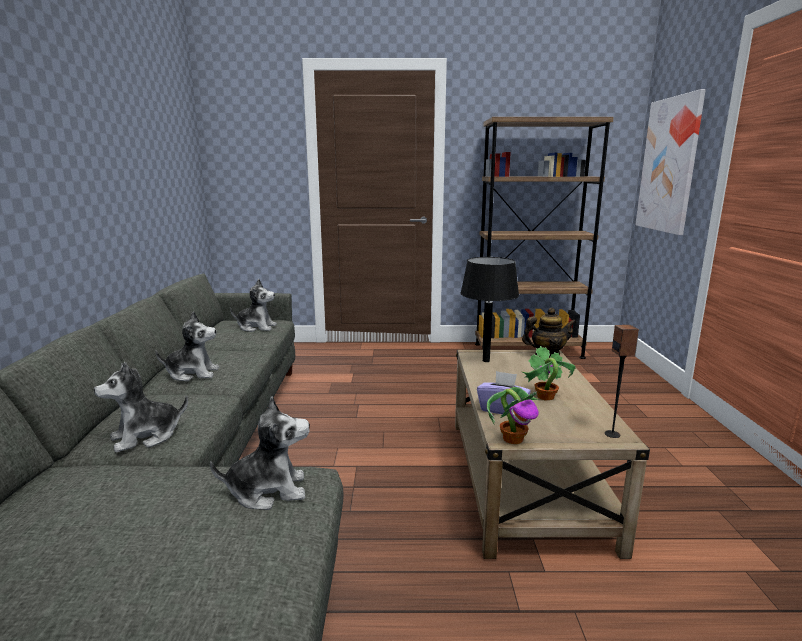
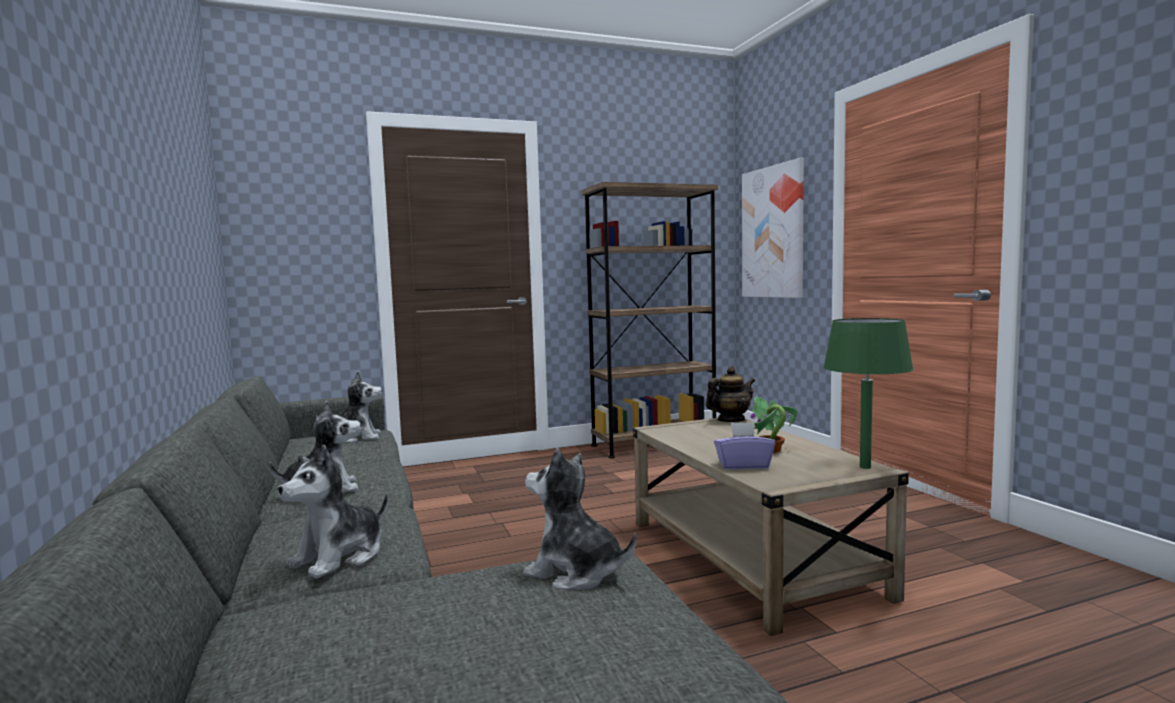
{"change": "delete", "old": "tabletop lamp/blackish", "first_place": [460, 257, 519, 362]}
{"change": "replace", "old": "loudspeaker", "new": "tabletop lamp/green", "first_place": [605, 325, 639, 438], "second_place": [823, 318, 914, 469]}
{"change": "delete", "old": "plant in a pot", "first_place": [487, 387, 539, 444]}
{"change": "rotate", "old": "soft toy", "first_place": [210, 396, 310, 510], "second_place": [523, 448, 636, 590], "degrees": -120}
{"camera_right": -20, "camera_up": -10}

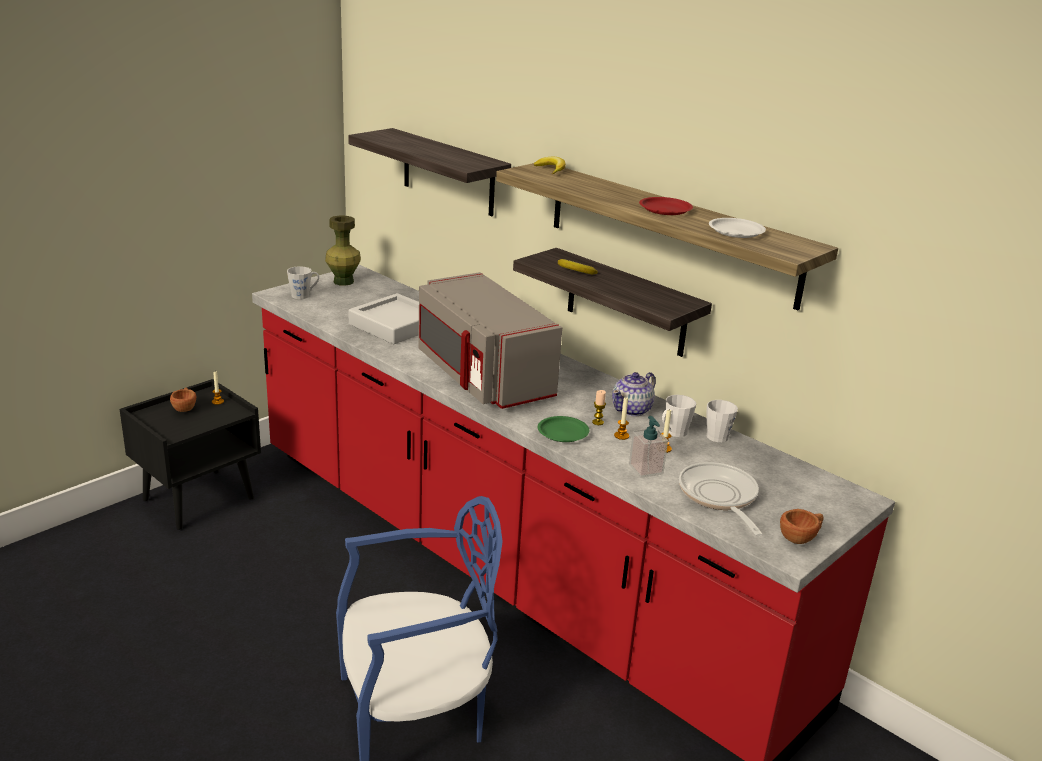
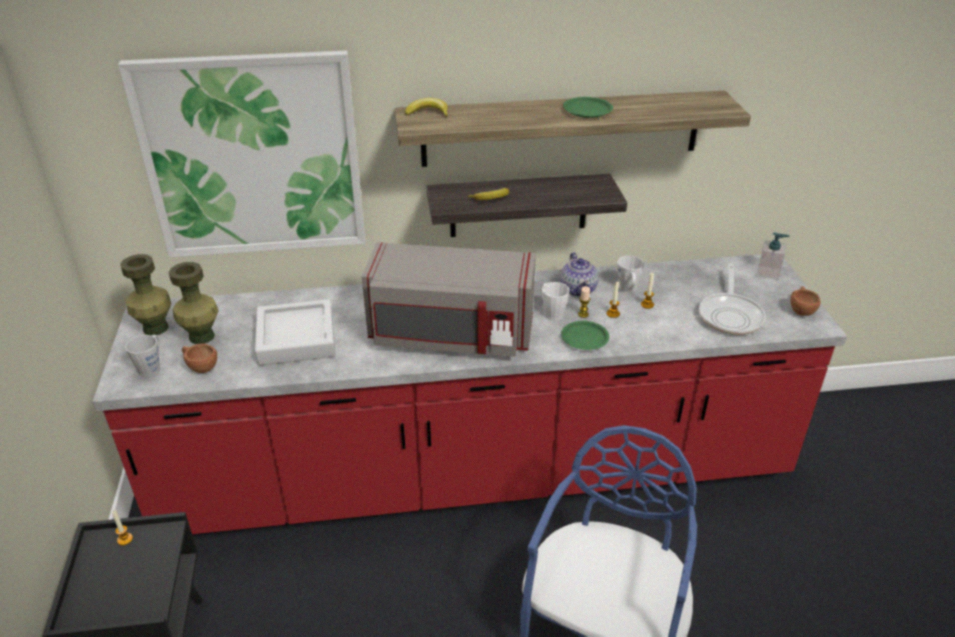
{"change": "replace", "old": "shelf", "new": "wall art", "first_place": [348, 128, 511, 216], "second_place": [118, 50, 366, 258]}
{"change": "recolor", "old": "plate/red", "new": "plate/green", "first_place": [639, 197, 693, 215], "second_place": [563, 97, 613, 118]}
{"change": "delete", "old": "plate/whitish", "first_place": [709, 218, 766, 238]}
{"change": "move", "old": "cup/brown-coloured", "first_place": [170, 387, 196, 412], "second_place": [182, 344, 217, 373]}
{"change": "move", "old": "mug/whitish", "first_place": [706, 400, 738, 442], "second_place": [541, 282, 570, 321]}
{"change": "move", "old": "soap dispenser", "first_place": [629, 416, 668, 478], "second_place": [757, 232, 789, 280]}
{"change": "rotate", "old": "pan", "first_place": [679, 462, 763, 536], "second_place": [699, 264, 766, 335], "degrees": -105}
{"change": "insert", "new": "vase/green", "second_place": [169, 262, 219, 344]}
{"camera_right": -50, "camera_up": 10}

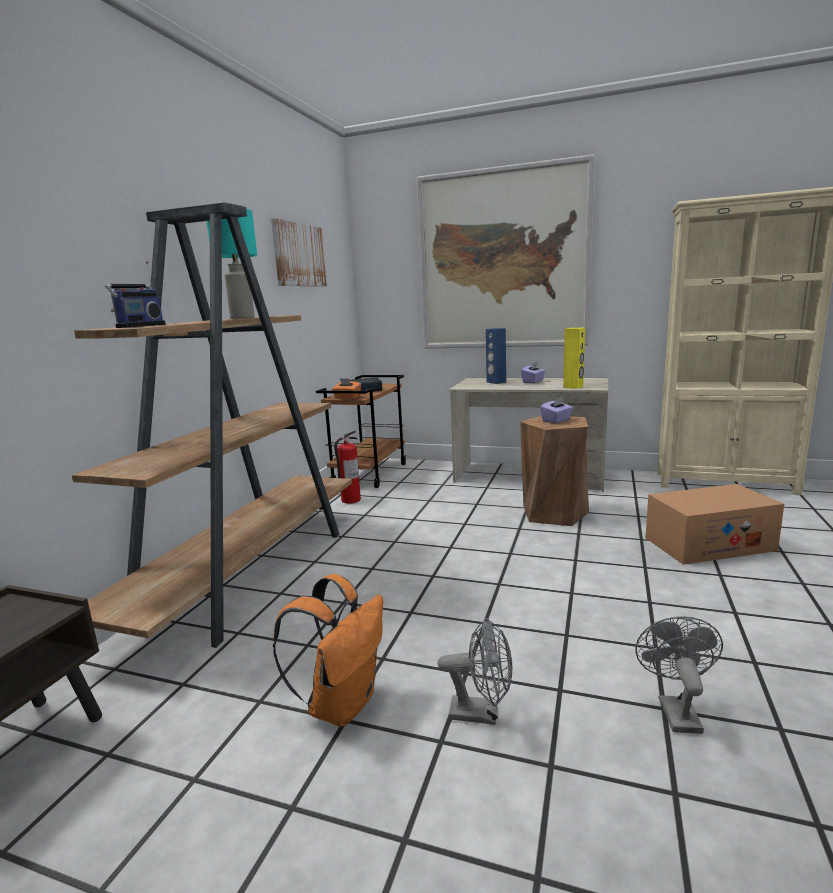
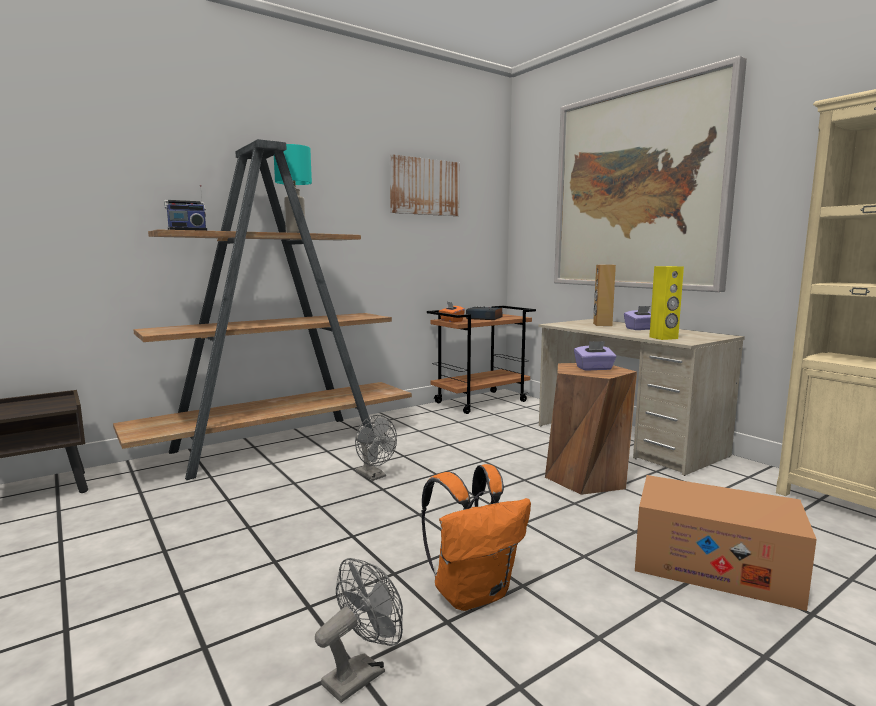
{"change": "recolor", "old": "loudspeaker/blue-coloured", "new": "loudspeaker/brown-coloured", "first_place": [486, 328, 506, 384], "second_place": [593, 264, 616, 326]}
{"change": "delete", "old": "fire-fighting cylinder", "first_place": [334, 430, 361, 504]}
{"change": "move", "old": "rucksack/orange-coloured", "first_place": [273, 574, 383, 727], "second_place": [422, 464, 531, 611]}
{"change": "move", "old": "fan/grey", "first_place": [438, 618, 512, 725], "second_place": [355, 415, 397, 481]}
{"camera_right": 35, "camera_up": -5}

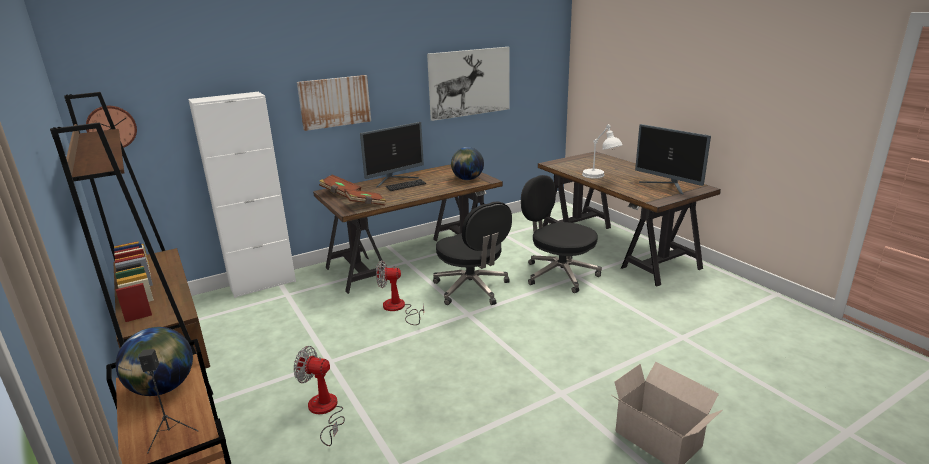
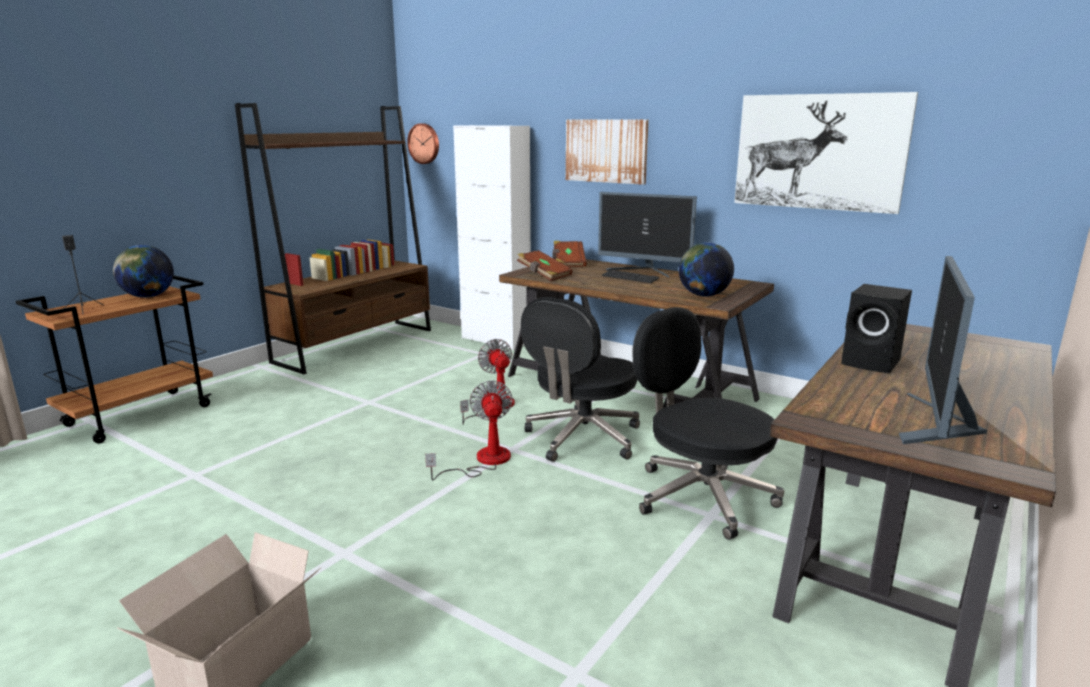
{"change": "replace", "old": "tabletop lamp/whitish", "new": "loudspeaker/blackish", "first_place": [582, 124, 622, 179], "second_place": [841, 284, 912, 373]}
{"change": "rotate", "old": "desk chair/blackish", "first_place": [521, 175, 602, 293], "second_place": [633, 307, 784, 540], "degrees": -60}
{"change": "move", "old": "fan", "first_place": [294, 346, 345, 446], "second_place": [425, 380, 513, 480]}
{"camera_right": 65, "camera_up": -5}

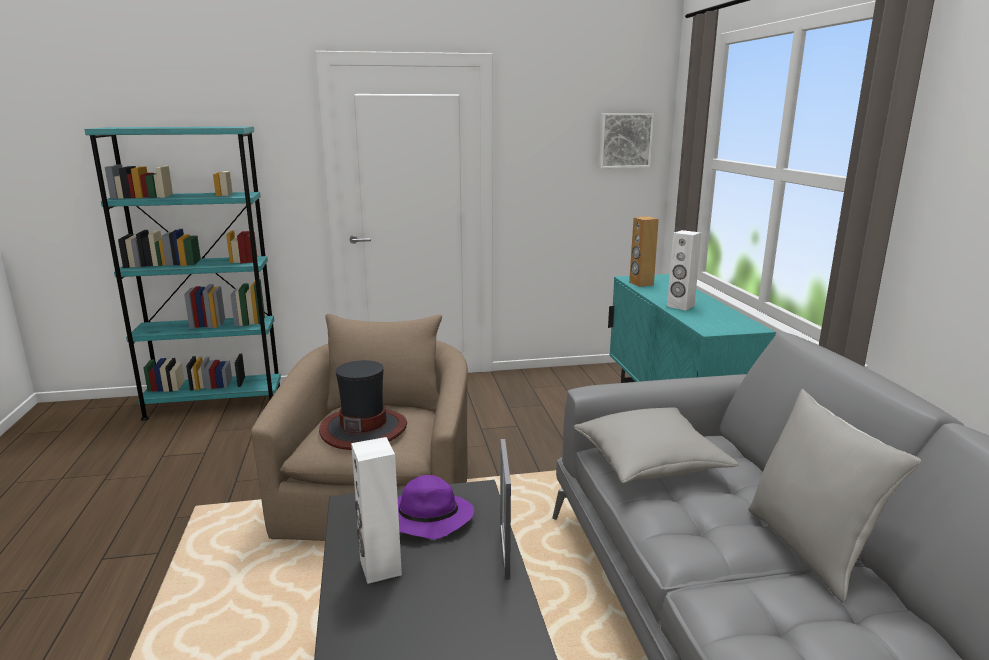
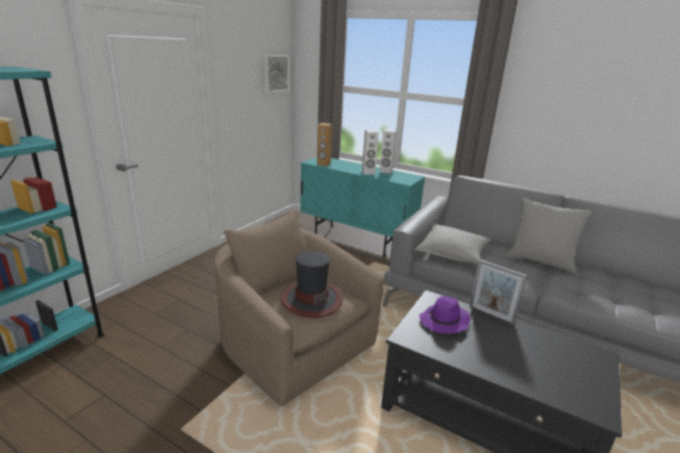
{"change": "move", "old": "loudspeaker/whitish", "first_place": [351, 437, 402, 584], "second_place": [379, 129, 397, 174]}
{"camera_right": -50, "camera_up": 5}

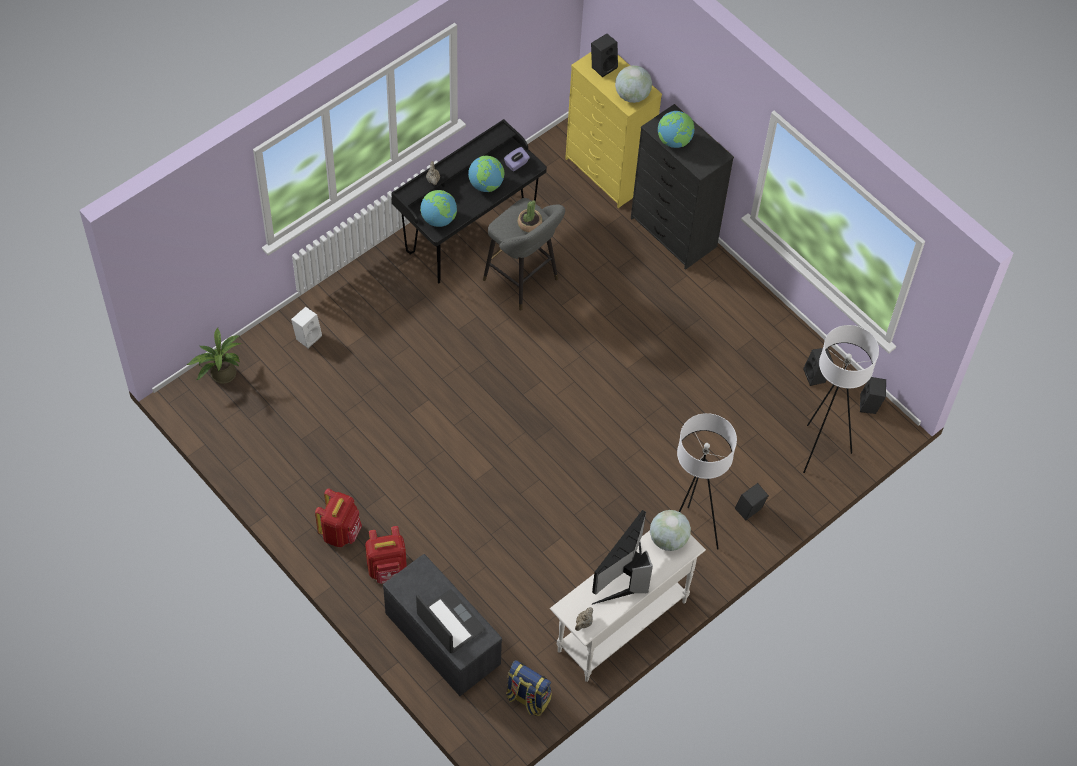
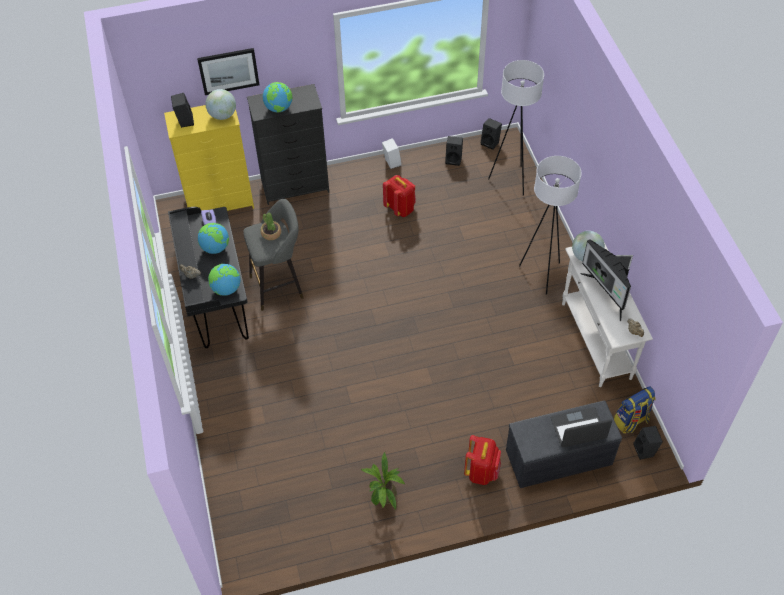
{"change": "move", "old": "loudspeaker/whitish", "first_place": [291, 307, 322, 348], "second_place": [382, 138, 402, 169]}
{"change": "move", "old": "plant in a pot", "first_place": [186, 328, 242, 384], "second_place": [361, 452, 405, 510]}
{"change": "move", "old": "loudspeaker/blackish", "first_place": [735, 483, 769, 521], "second_place": [633, 426, 663, 460]}
{"change": "move", "old": "rucksack/red", "first_place": [315, 489, 362, 547], "second_place": [383, 175, 416, 217]}
{"change": "insert", "new": "wall art", "second_place": [197, 48, 259, 95]}
{"camera_right": -60, "camera_up": -5}

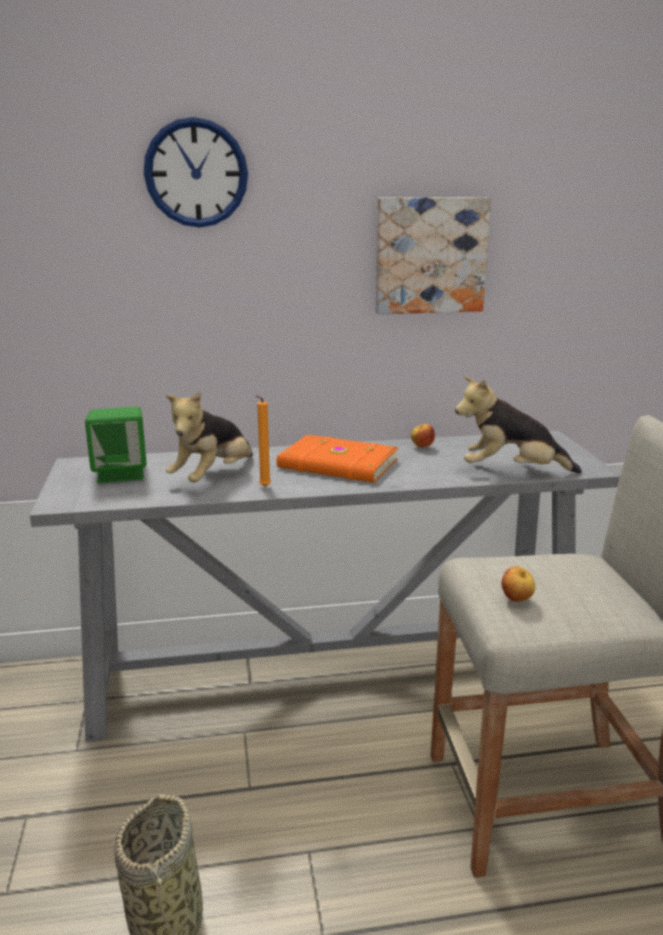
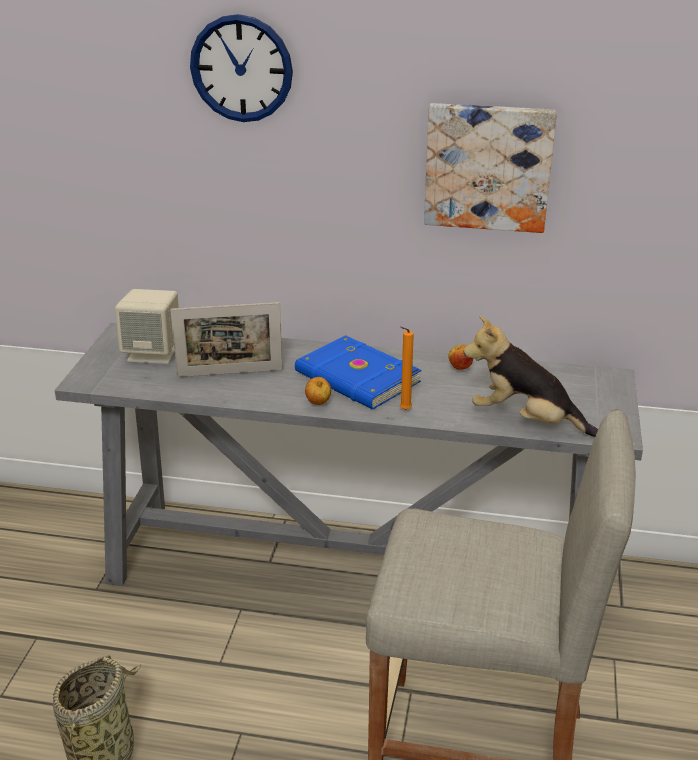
{"change": "replace", "old": "soft toy", "new": "photo frame", "first_place": [166, 391, 253, 483], "second_place": [170, 302, 283, 377]}
{"change": "move", "old": "wax candle/orange-coloured", "first_place": [256, 395, 271, 487], "second_place": [400, 327, 414, 410]}
{"change": "recolor", "old": "loudspeaker/green", "new": "loudspeaker/beige", "first_place": [85, 407, 146, 483], "second_place": [115, 289, 179, 364]}
{"change": "recolor", "old": "bound book/orange-coloured", "new": "bound book/blue-coloured", "first_place": [277, 434, 398, 483], "second_place": [295, 335, 421, 409]}
{"change": "move", "old": "whole apple", "first_place": [502, 566, 535, 602], "second_place": [305, 377, 331, 405]}
{"camera_right": 20, "camera_up": 10}

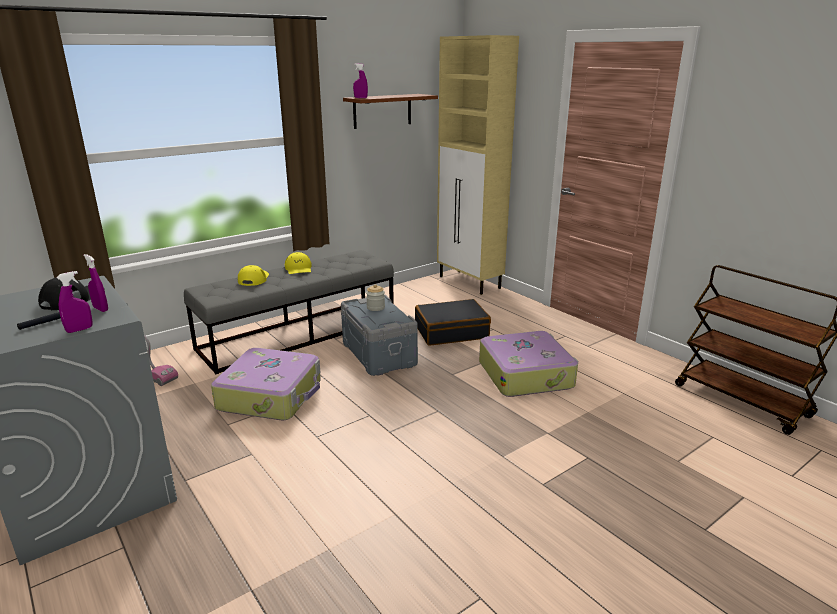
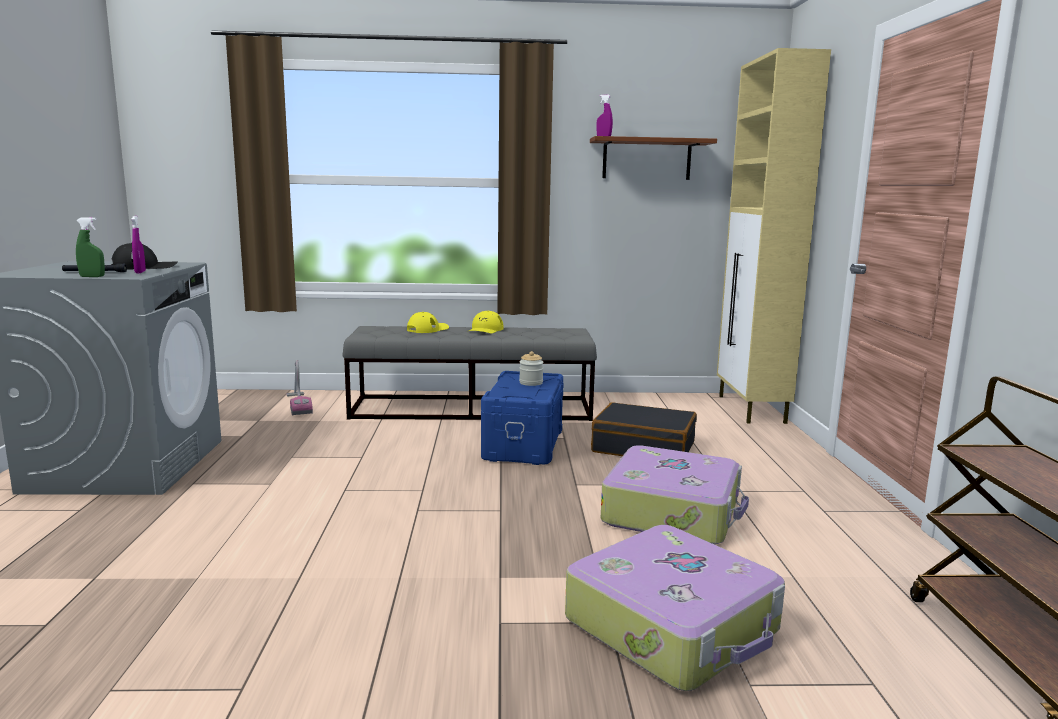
{"change": "recolor", "old": "hand sprayer/purplish", "new": "hand sprayer/green", "first_place": [56, 271, 93, 333], "second_place": [76, 217, 105, 277]}
{"change": "recolor", "old": "storage box/grey", "new": "storage box/blue-coloured", "first_place": [341, 294, 418, 376], "second_place": [481, 371, 564, 465]}
{"change": "move", "old": "piece of luggage", "first_place": [211, 348, 321, 420], "second_place": [565, 525, 785, 691]}
{"camera_right": 35, "camera_up": -10}

